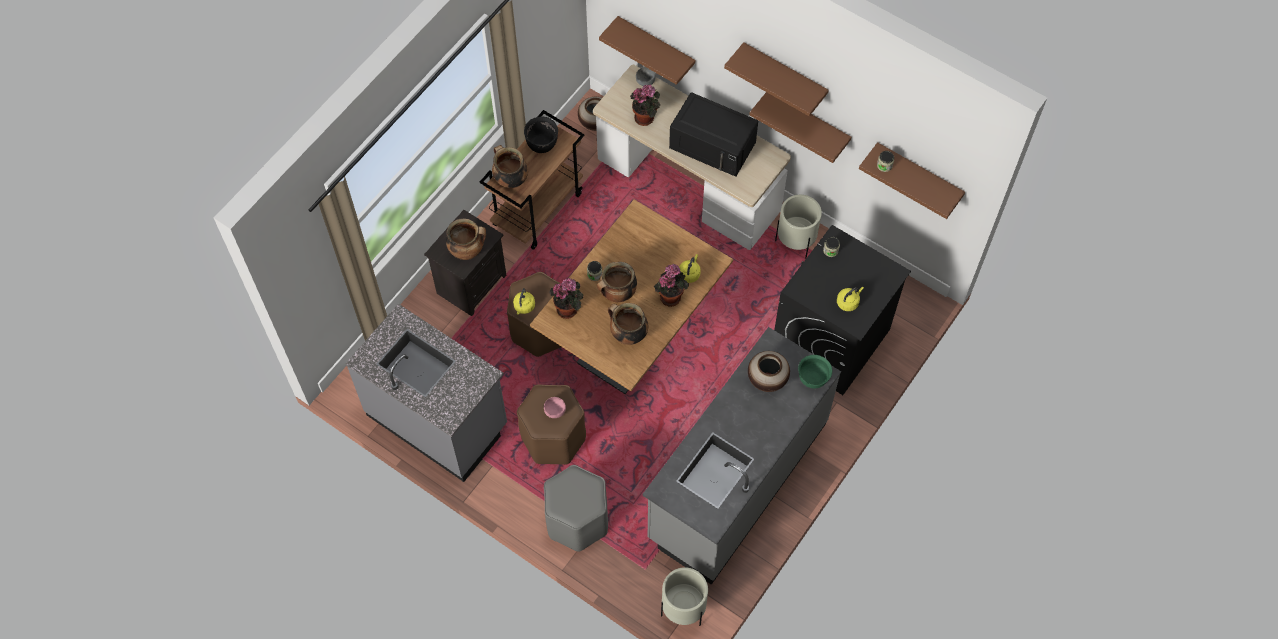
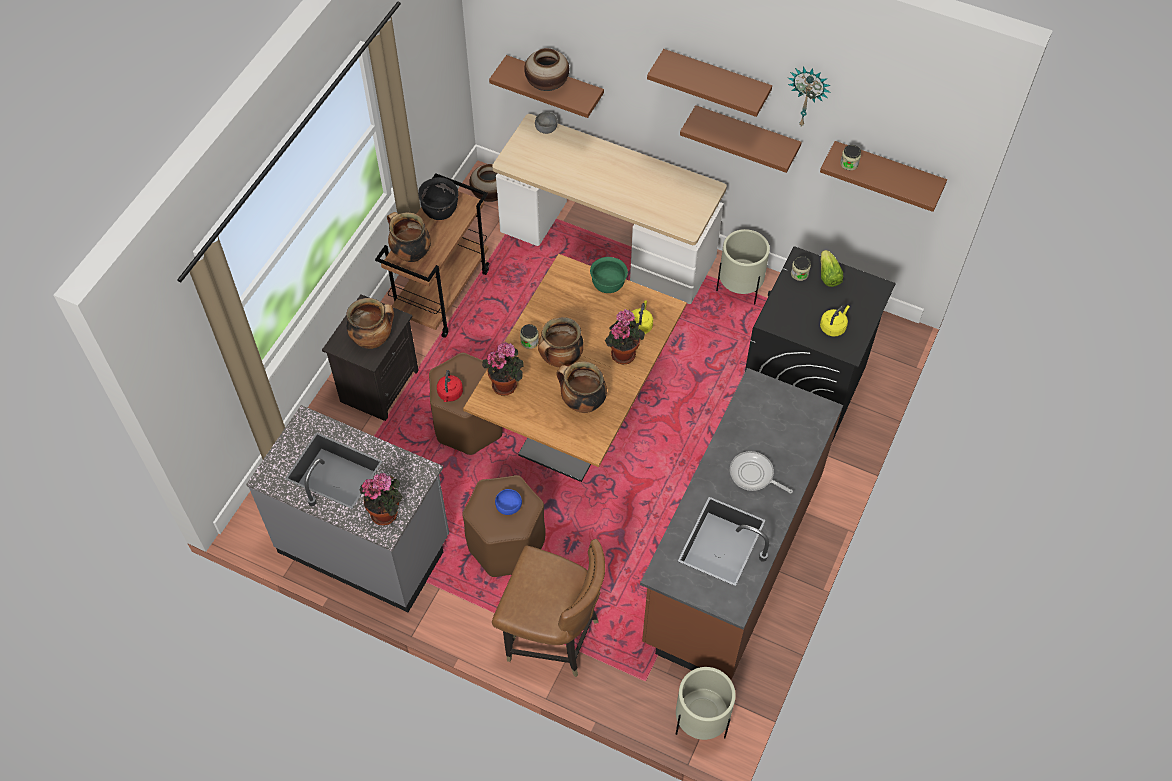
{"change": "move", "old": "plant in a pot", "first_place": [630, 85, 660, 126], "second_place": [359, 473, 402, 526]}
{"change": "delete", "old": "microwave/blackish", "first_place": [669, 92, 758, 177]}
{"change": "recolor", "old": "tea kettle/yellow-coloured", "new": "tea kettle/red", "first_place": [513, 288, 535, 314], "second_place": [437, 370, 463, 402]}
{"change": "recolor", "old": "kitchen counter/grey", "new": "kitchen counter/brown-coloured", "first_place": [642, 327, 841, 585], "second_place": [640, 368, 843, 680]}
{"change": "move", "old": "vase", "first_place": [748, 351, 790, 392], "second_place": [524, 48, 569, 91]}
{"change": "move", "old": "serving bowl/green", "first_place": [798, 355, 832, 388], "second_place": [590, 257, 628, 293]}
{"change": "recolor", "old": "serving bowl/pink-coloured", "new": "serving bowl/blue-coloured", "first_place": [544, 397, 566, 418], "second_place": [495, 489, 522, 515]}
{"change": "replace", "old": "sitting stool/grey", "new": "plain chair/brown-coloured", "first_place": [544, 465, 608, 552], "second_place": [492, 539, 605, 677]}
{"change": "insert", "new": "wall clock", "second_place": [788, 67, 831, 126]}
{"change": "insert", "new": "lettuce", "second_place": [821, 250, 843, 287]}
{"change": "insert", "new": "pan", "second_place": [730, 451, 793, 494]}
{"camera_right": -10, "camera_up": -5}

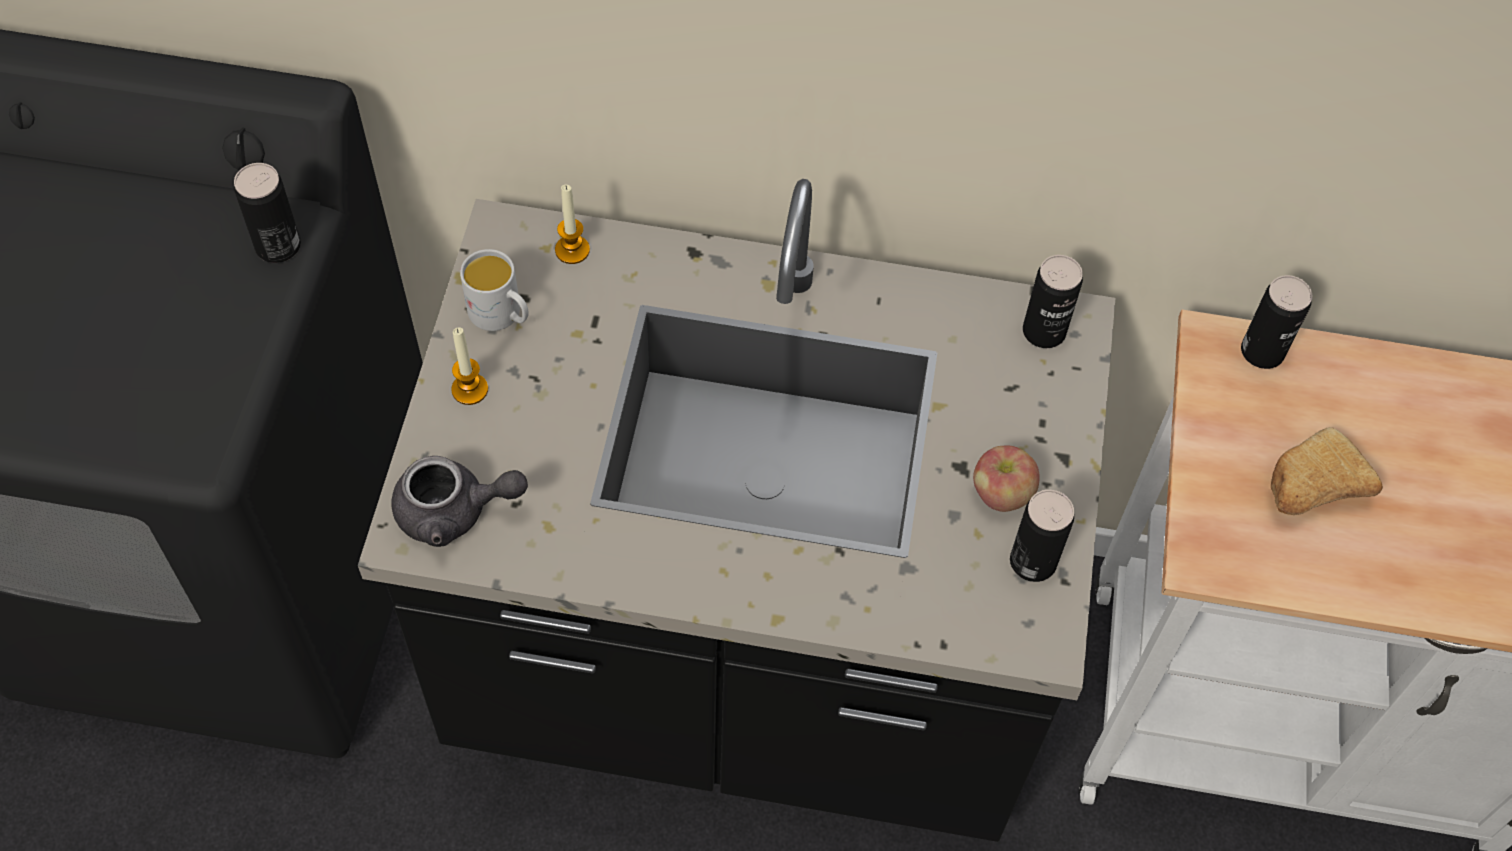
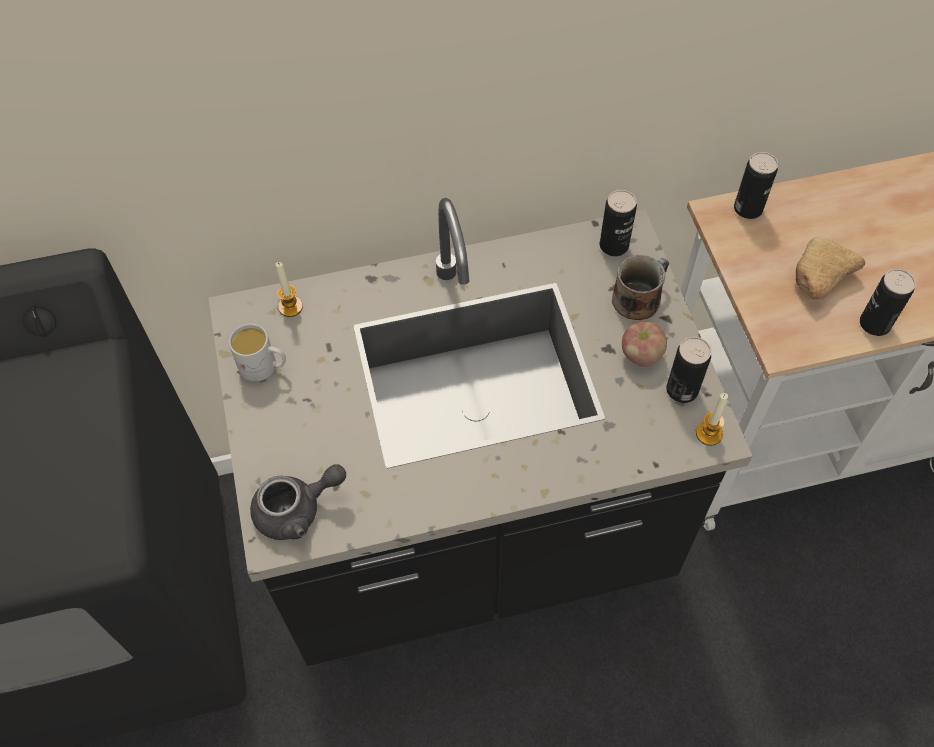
{"change": "move", "old": "can", "first_place": [234, 163, 301, 263], "second_place": [860, 269, 916, 336]}
{"change": "move", "old": "wax candle", "first_place": [451, 327, 488, 405], "second_place": [696, 393, 728, 446]}
{"change": "insert", "new": "mug", "second_place": [612, 255, 669, 320]}
{"camera_right": -20, "camera_up": 0}

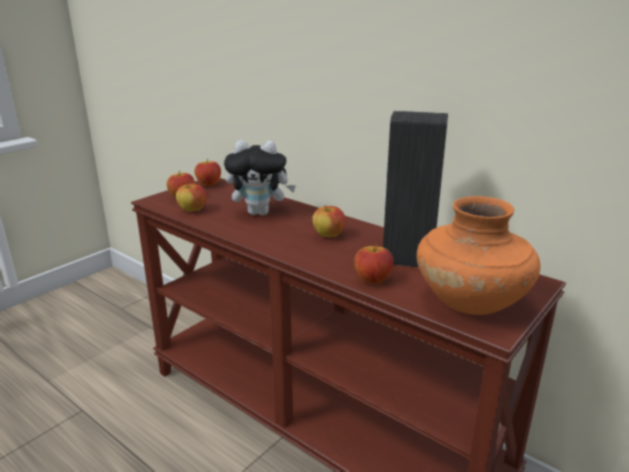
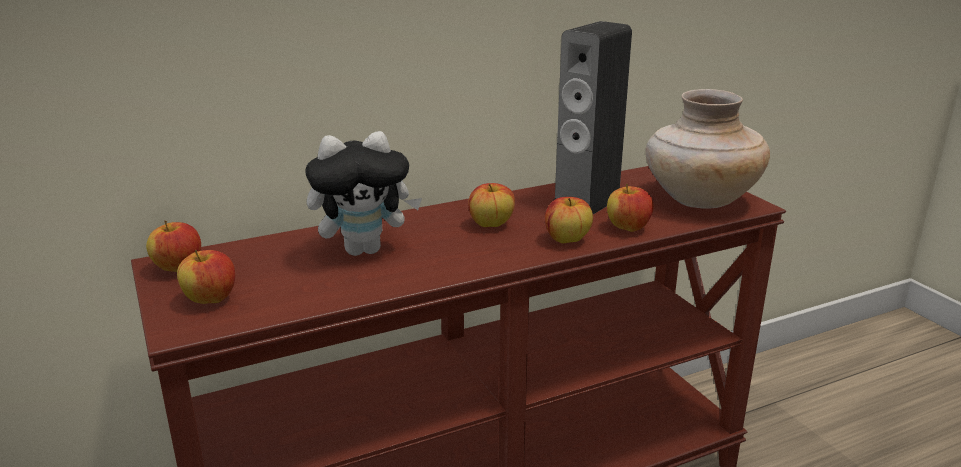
{"change": "rotate", "old": "soft toy", "first_place": [224, 140, 296, 215], "second_place": [305, 131, 422, 256], "degrees": 45}
{"change": "move", "old": "whole apple", "first_place": [176, 183, 207, 212], "second_place": [545, 197, 593, 243]}
{"change": "recolor", "old": "vase/orange-coloured", "new": "vase/beige", "first_place": [417, 196, 540, 315], "second_place": [645, 89, 770, 209]}
{"camera_right": -65, "camera_up": 0}

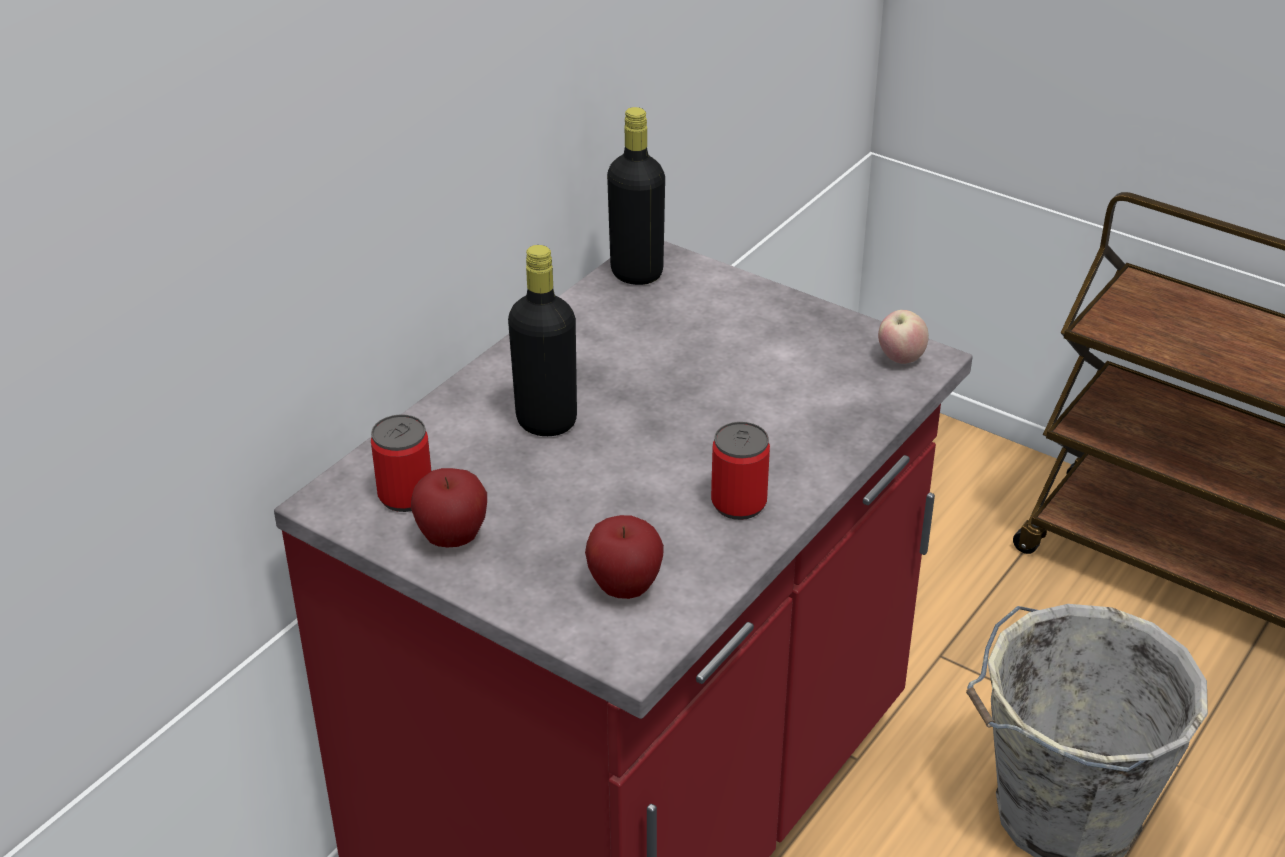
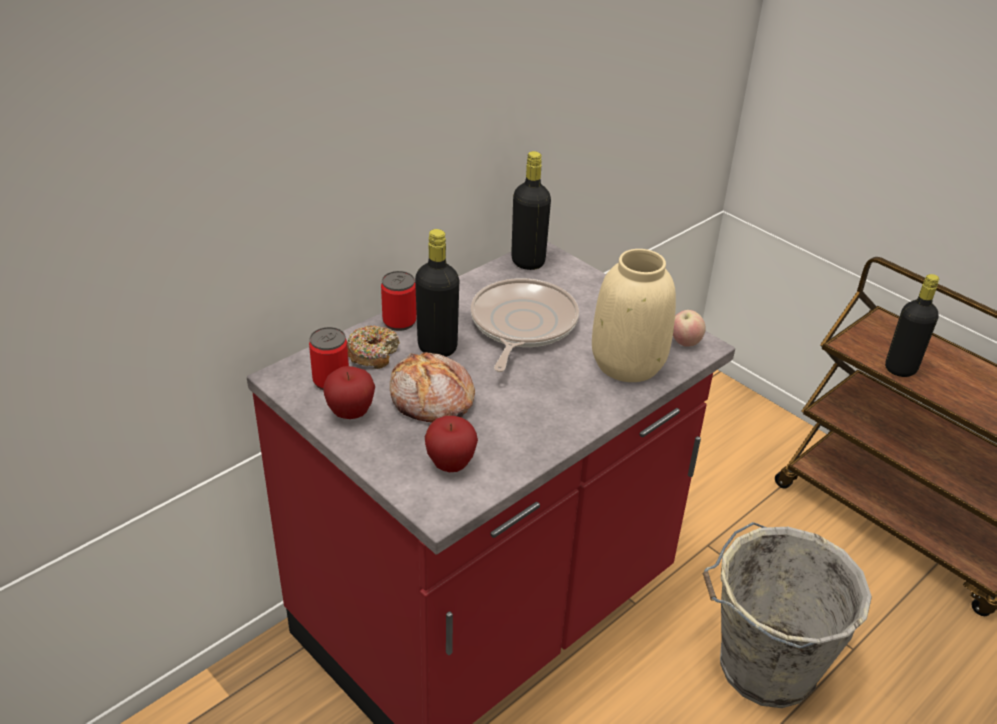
{"change": "move", "old": "can", "first_place": [711, 422, 770, 520], "second_place": [381, 271, 417, 331]}
{"change": "insert", "new": "vase/beige", "second_place": [592, 249, 676, 382]}
{"change": "insert", "new": "drink bottle/blackish", "second_place": [885, 274, 939, 377]}
{"change": "insert", "new": "pan", "second_place": [471, 278, 579, 372]}
{"change": "insert", "new": "donut", "second_place": [347, 325, 400, 369]}
{"change": "insert", "new": "bakery bread", "second_place": [390, 352, 475, 423]}
{"camera_right": 10, "camera_up": 0}

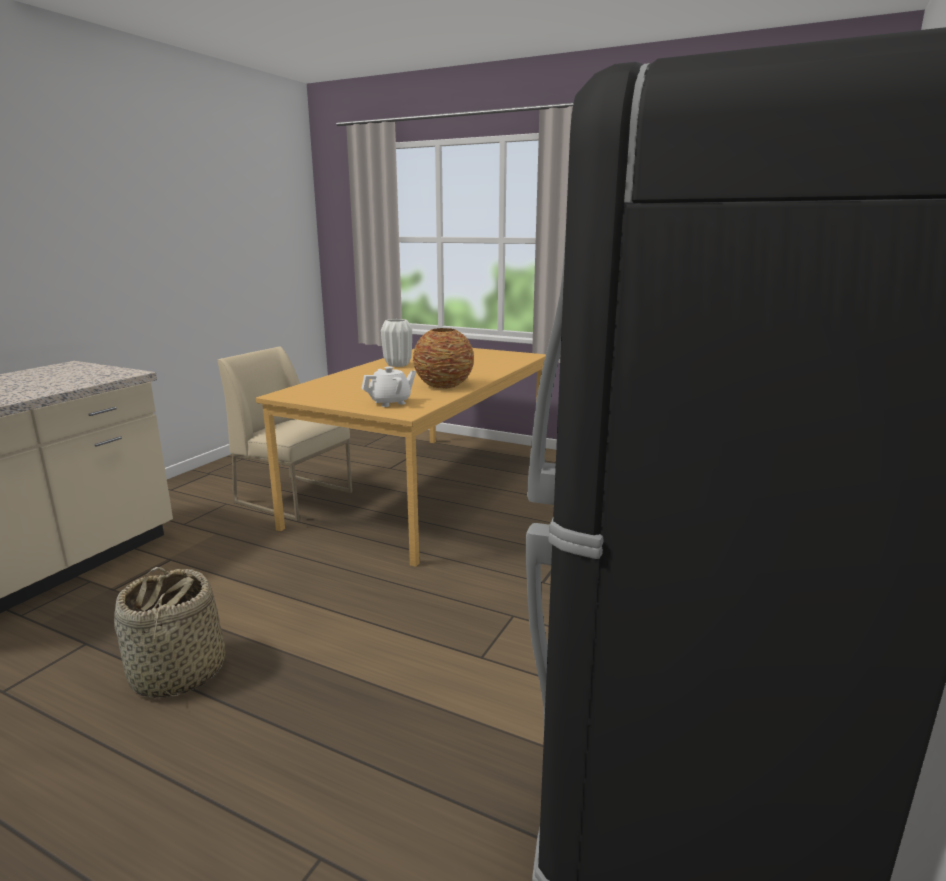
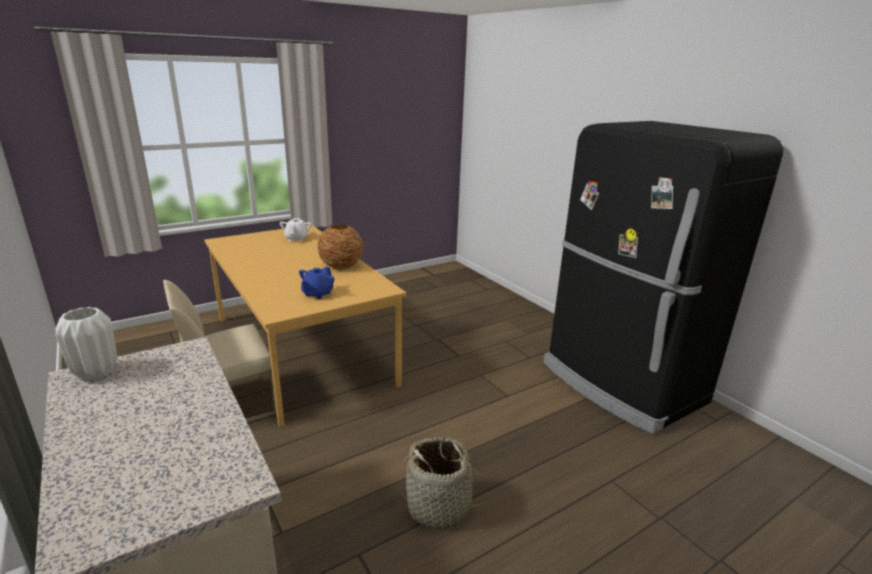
{"change": "move", "old": "vase/whitish", "first_place": [381, 319, 412, 367], "second_place": [55, 307, 117, 380]}
{"change": "move", "old": "tea pot/whitish", "first_place": [361, 366, 416, 407], "second_place": [280, 218, 312, 242]}
{"change": "insert", "new": "tea pot/blue-coloured", "second_place": [299, 266, 334, 299]}
{"camera_right": -60, "camera_up": 5}

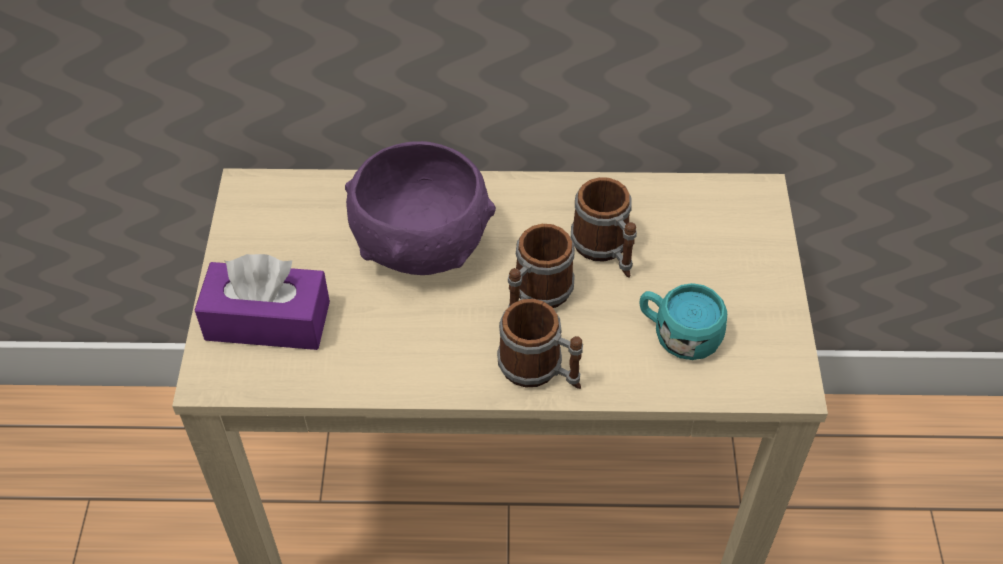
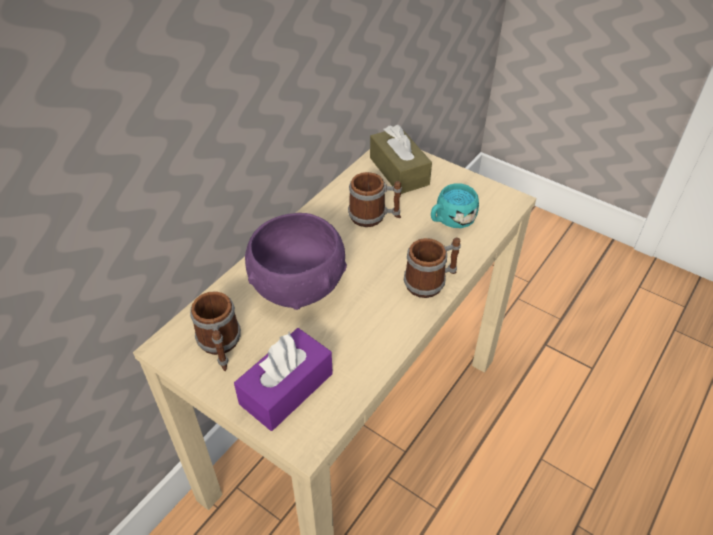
{"change": "move", "old": "mug", "first_place": [508, 224, 575, 308], "second_place": [190, 291, 241, 371]}
{"change": "insert", "new": "box of tissues/brown-coloured", "second_place": [370, 124, 432, 194]}
{"camera_right": -55, "camera_up": -5}

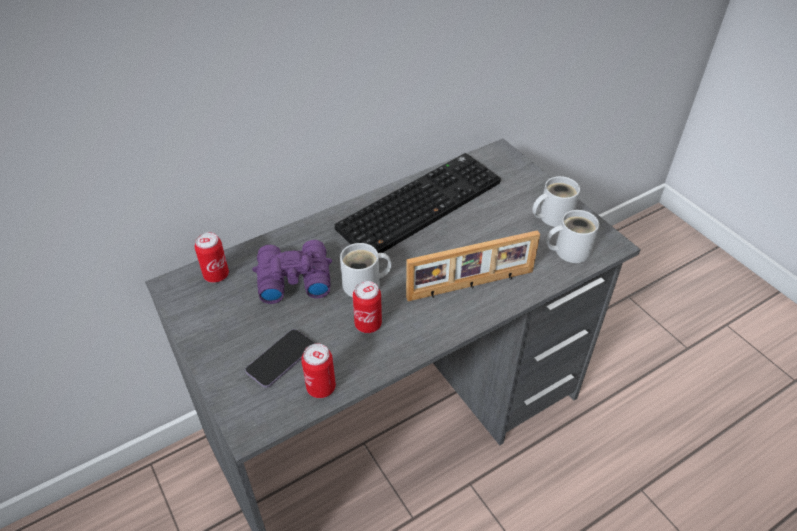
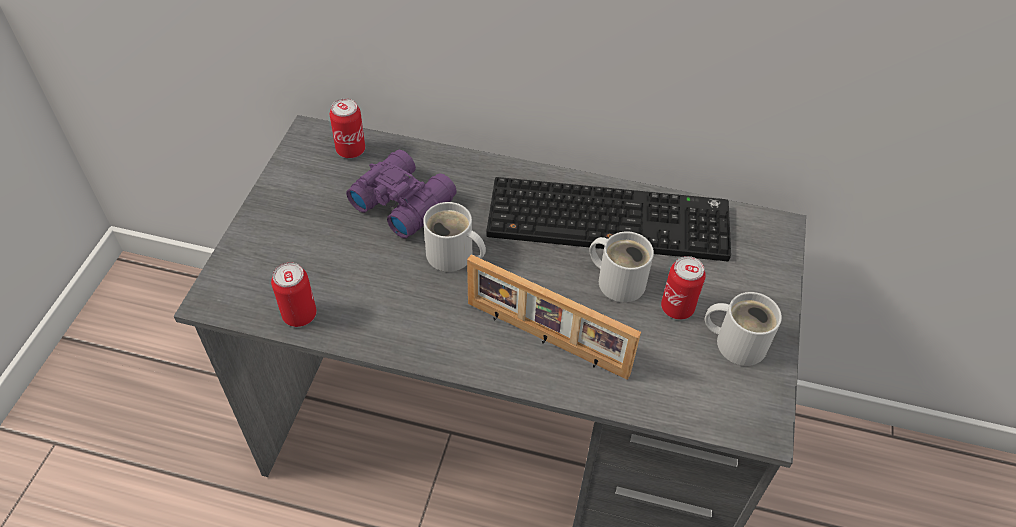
{"change": "move", "old": "mug/whitish", "first_place": [546, 210, 599, 263], "second_place": [590, 231, 654, 303]}
{"change": "move", "old": "can", "first_place": [353, 281, 382, 333], "second_place": [661, 256, 706, 320]}
{"change": "delete", "old": "handset", "first_place": [245, 329, 314, 388]}
{"camera_right": 45, "camera_up": 5}

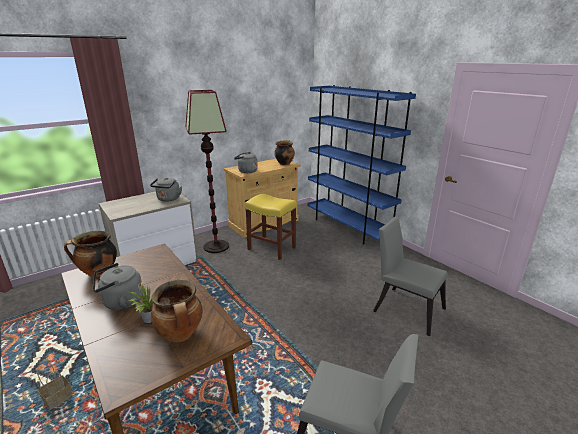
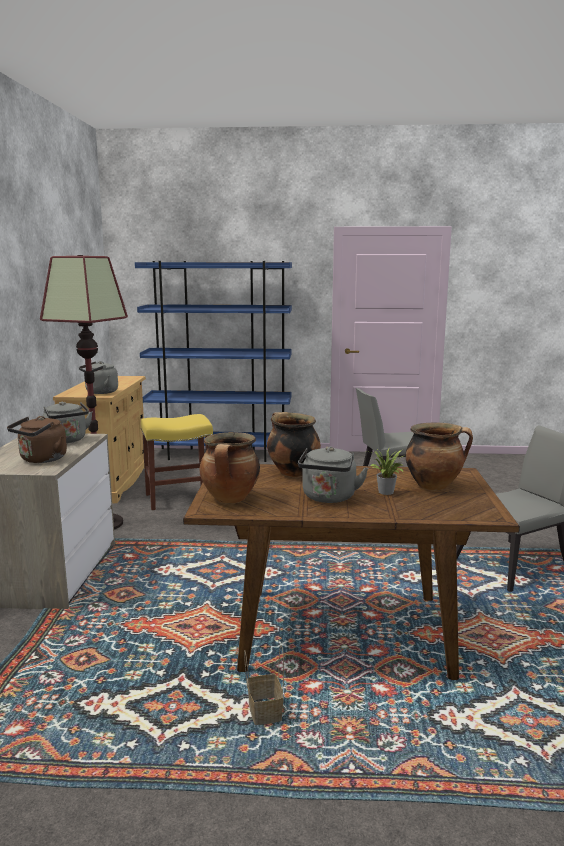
{"change": "move", "old": "saucepot", "first_place": [274, 140, 295, 165], "second_place": [267, 412, 321, 477]}
{"change": "insert", "new": "tea kettle/brown-coloured", "second_place": [7, 416, 67, 463]}
{"camera_right": -50, "camera_up": -10}

